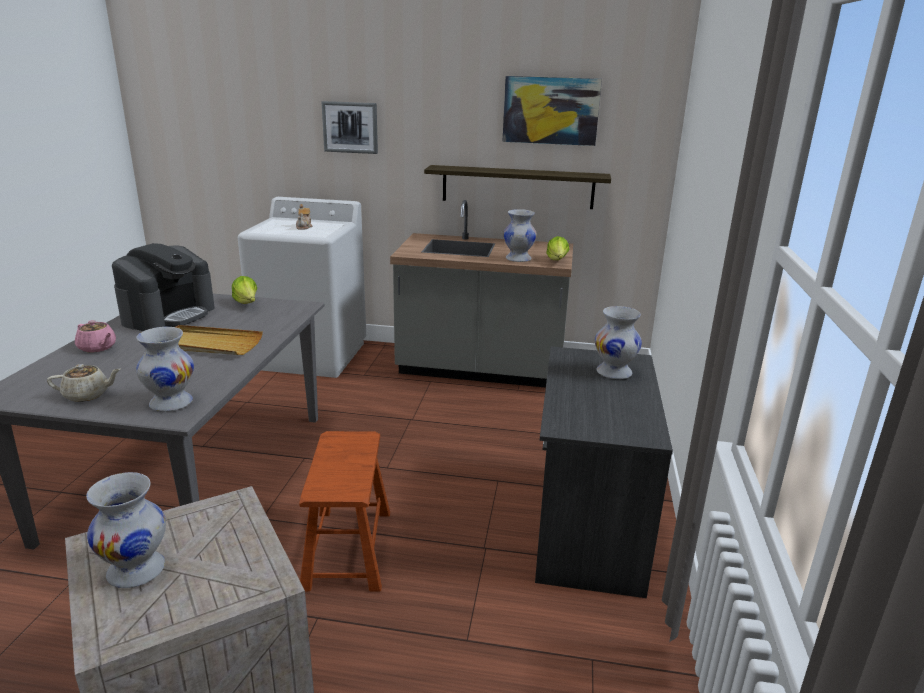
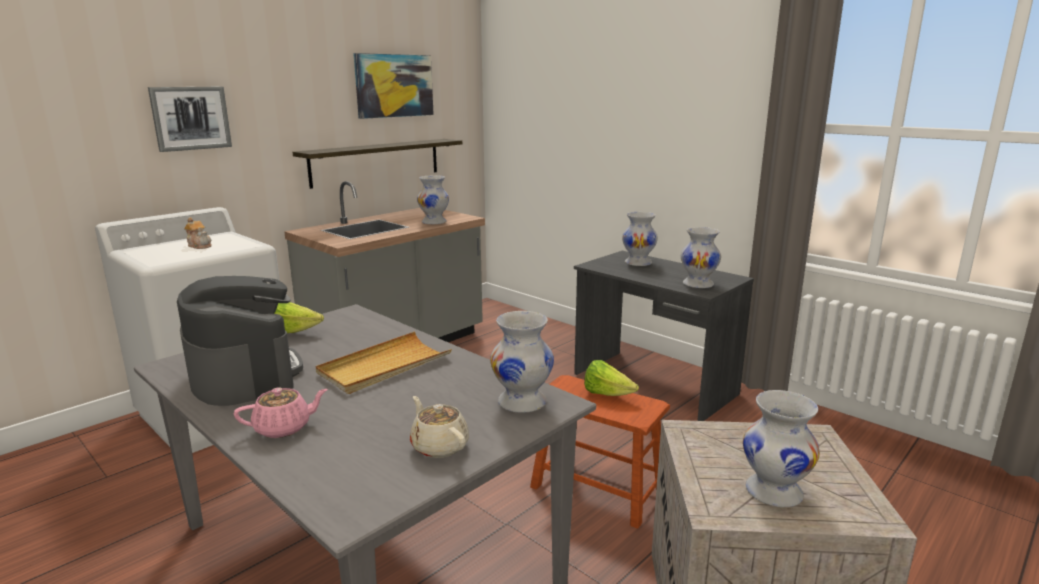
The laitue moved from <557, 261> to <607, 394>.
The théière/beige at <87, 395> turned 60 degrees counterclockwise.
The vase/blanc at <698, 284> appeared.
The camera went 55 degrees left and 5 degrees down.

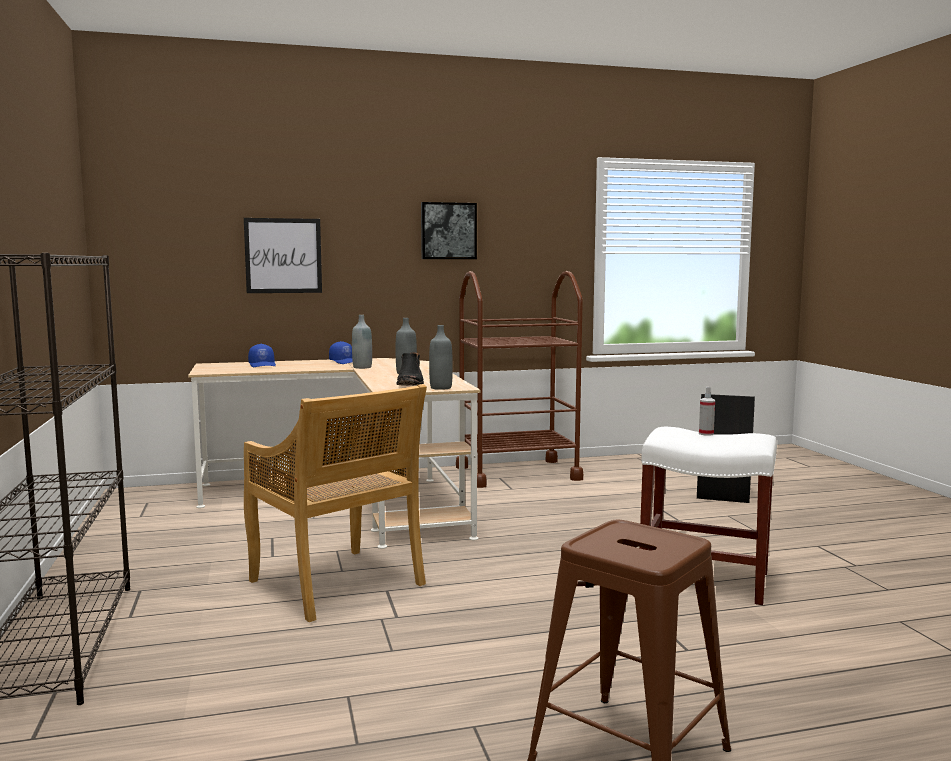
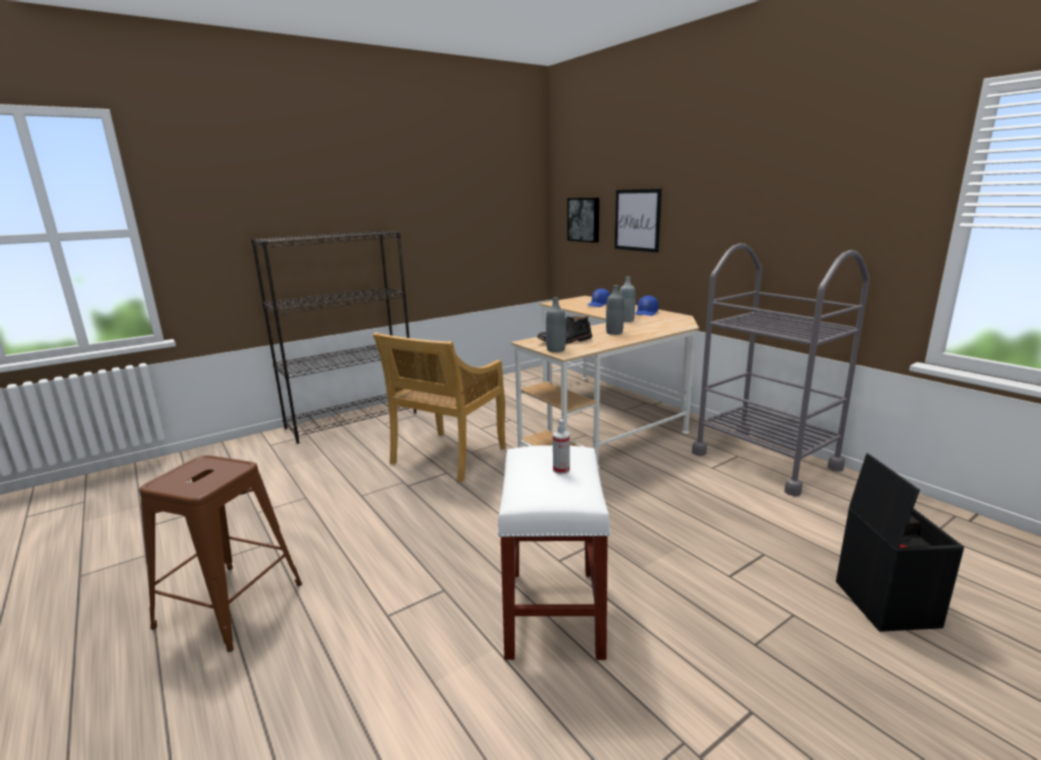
The tableau moved from <448, 231> to <584, 219>.
The chariot/marron at <517, 473> became the chariot/gris at <765, 460>.
The camera went 70 degrees right and 10 degrees up.

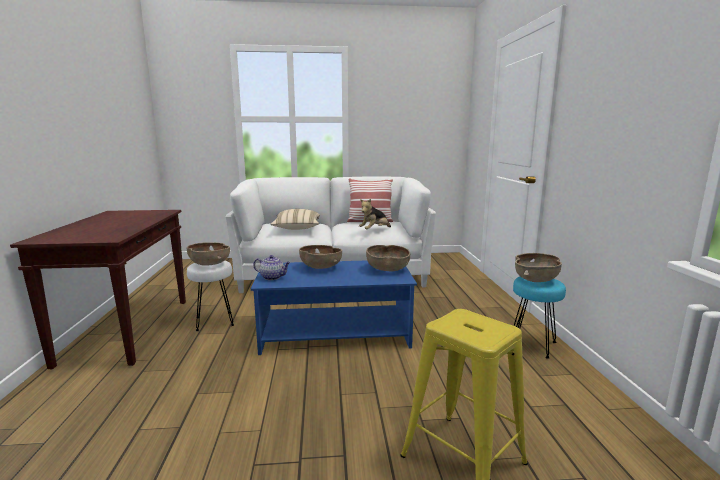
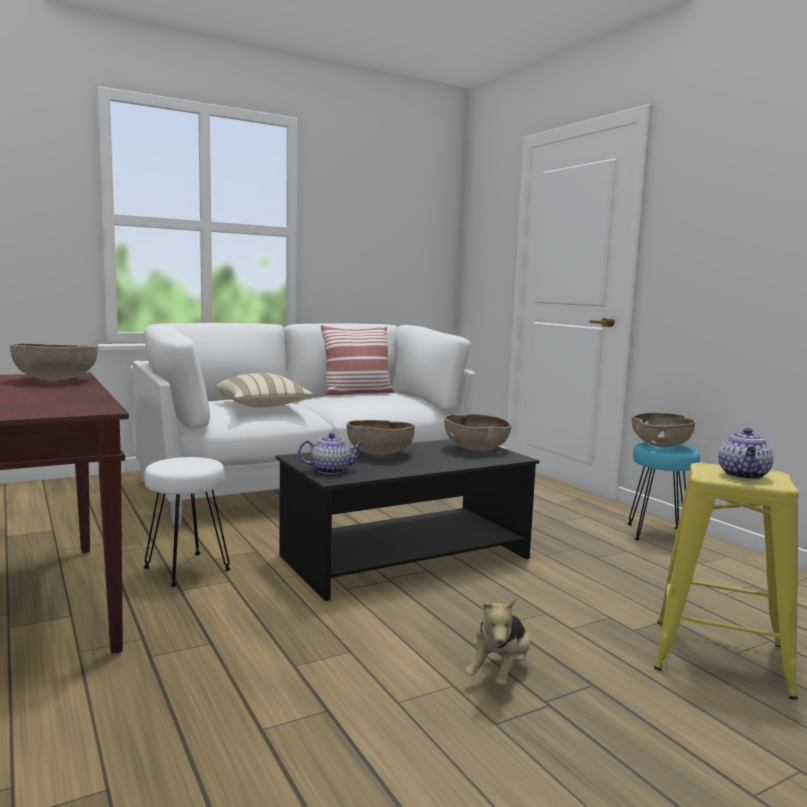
The peluche moved from <374, 230> to <500, 673>.
The bol/marron moved from <209, 264> to <55, 380>.
The table basse/bleu at <336, 333> became the table basse/noir at <407, 556>.
The théière at <744, 475> appeared.
The camera went 25 degrees left and 5 degrees down.

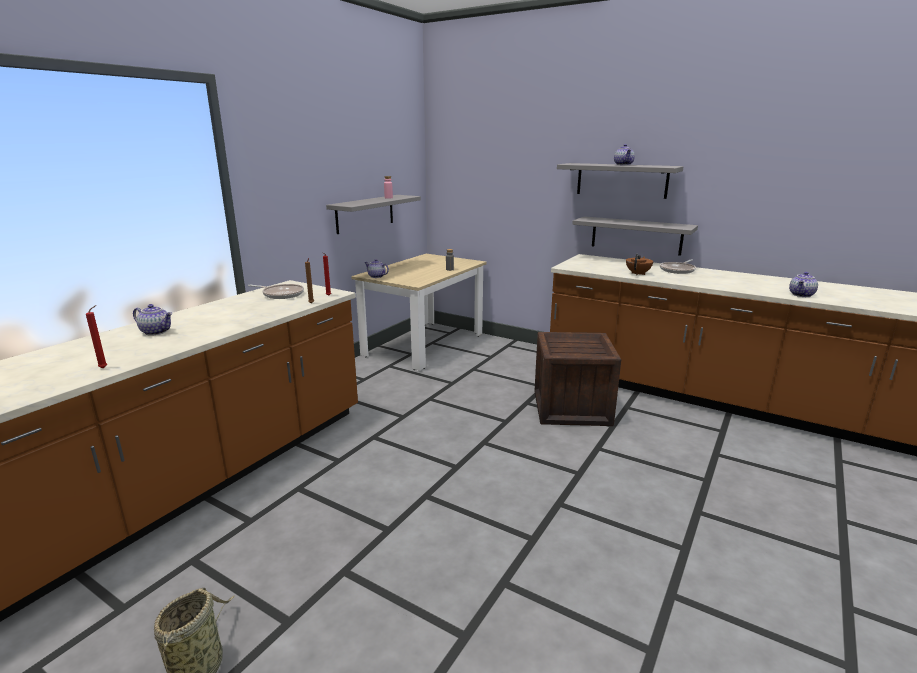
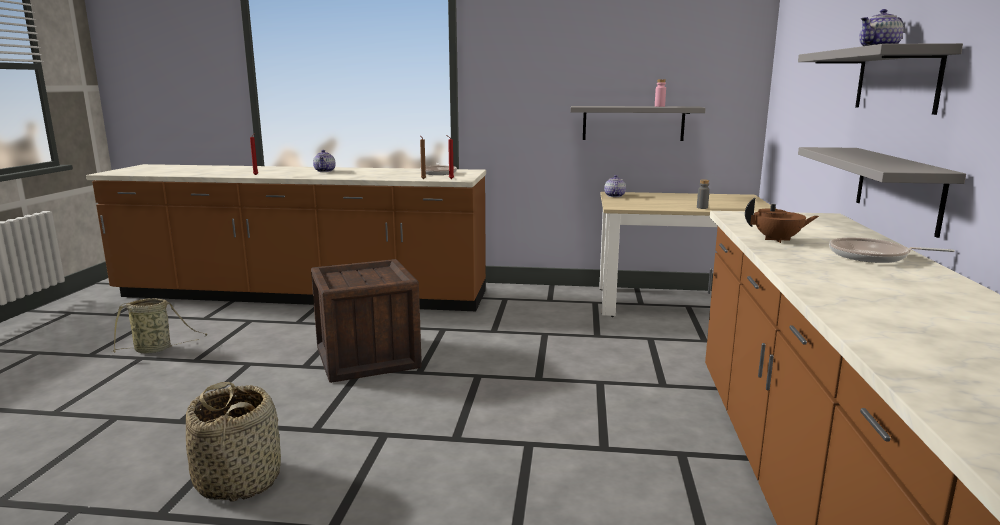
The théière at <802, 295> disappeared.
The caisse moved from <571, 408> to <367, 358>.
The panier at <239, 479> appeared.
The camera went 65 degrees right and 5 degrees down.

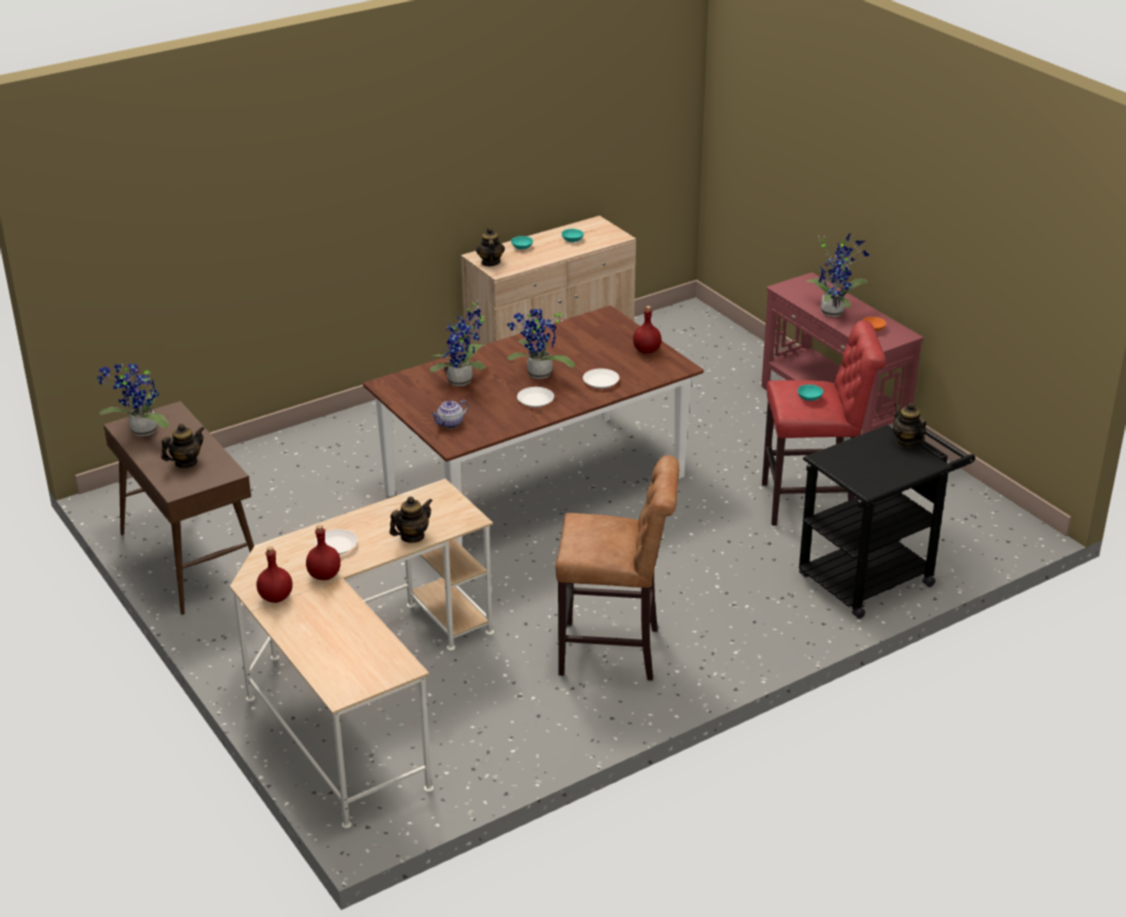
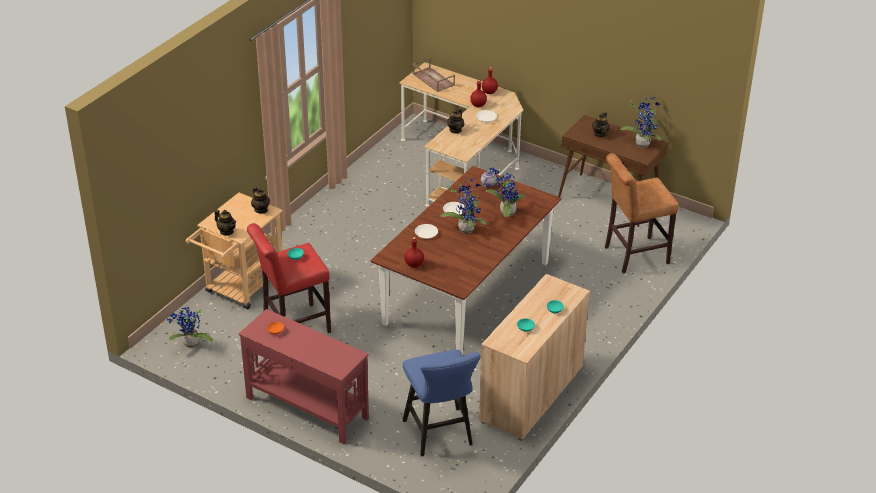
The théière moved from <490, 262> to <261, 209>.
The plante en pot moved from <834, 311> to <190, 344>.
The chariot/noir at <875, 575> became the chariot/beige at <241, 288>.
The tabouret/marron moved from <615, 652> to <633, 256>.
The plateau/marron at <432, 79> appeared.
The tabouret/bleu at <440, 436> appeared.
The camera went 155 degrees right and 5 degrees up.

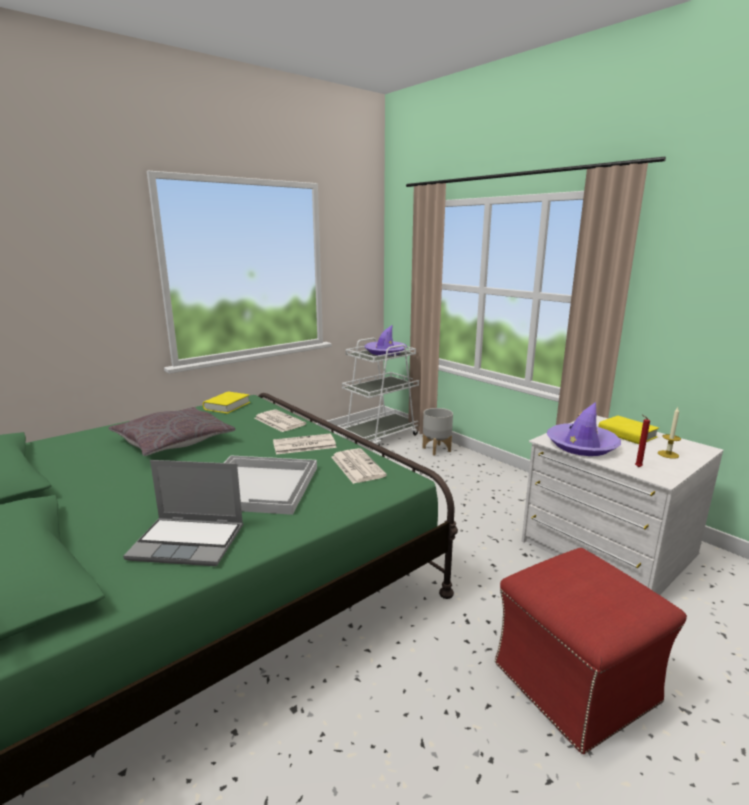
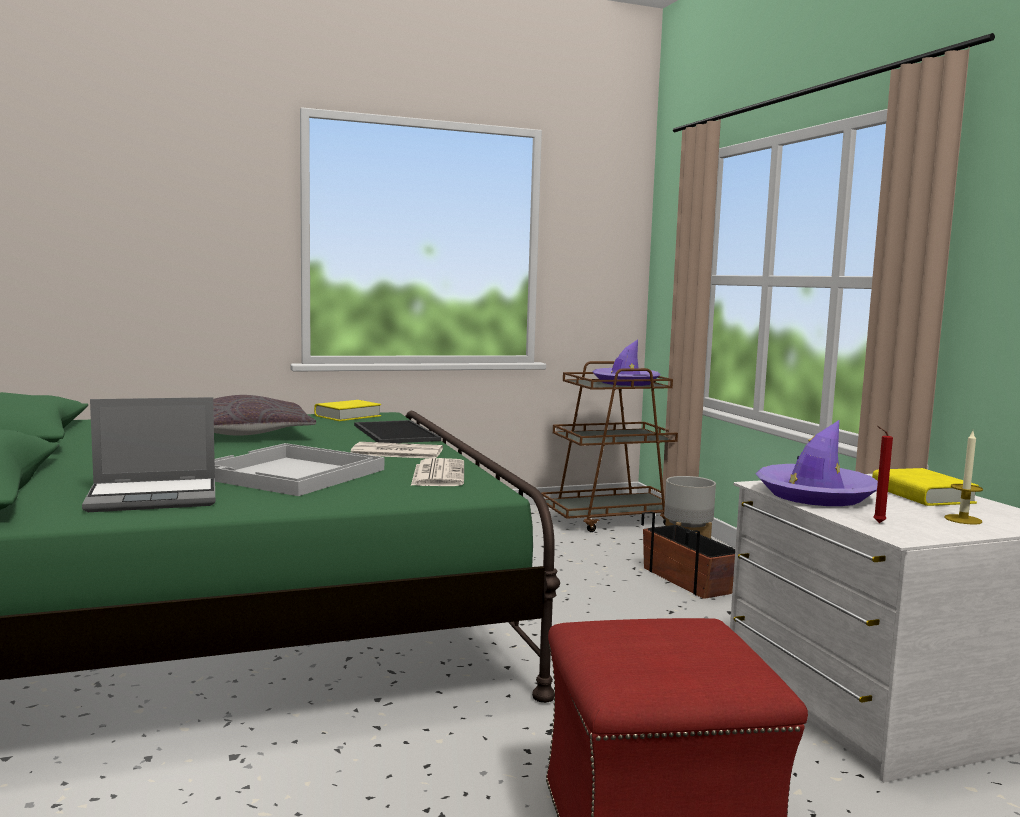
The chariot/blanc at <380, 435> became the chariot/marron at <610, 519>.
The journal at <278, 421> was replaced by the plateau at <394, 433>.
The ordinateur portable at <189, 542> turned 45 degrees counterclockwise.
The cache-pot at <688, 580> appeared.
The camera went 20 degrees right and 10 degrees down.

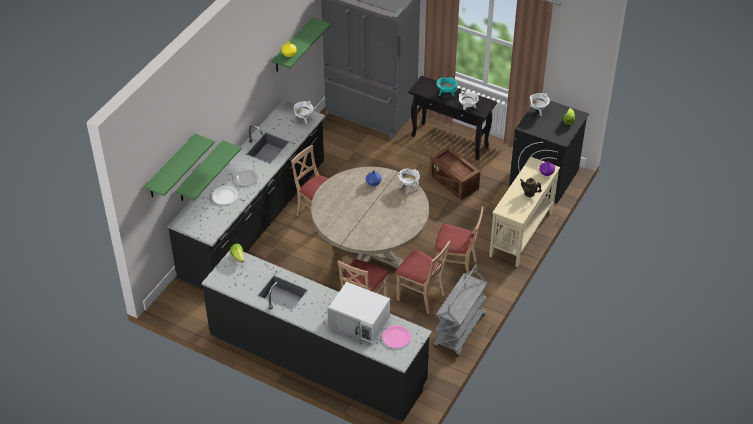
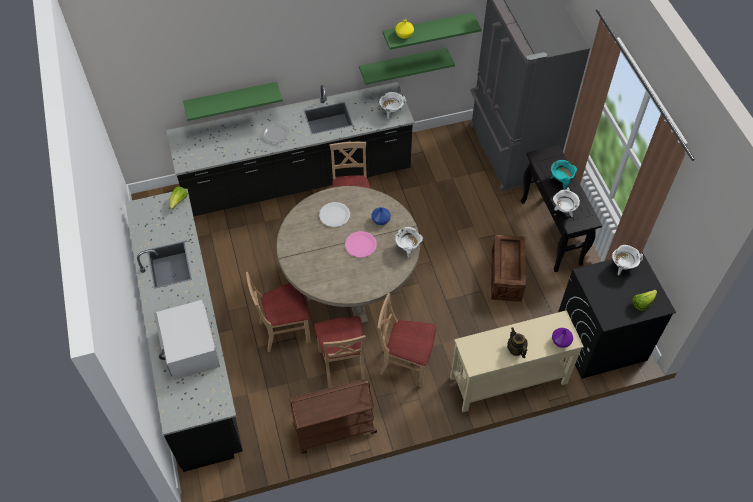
The étagère/vert moved from <171, 167> to <403, 65>.
The assiette/blanc moved from <224, 196> to <334, 215>.
The chaise/beige at <456, 268> turned 135 degrees clockwise.
The chariot/gris at <460, 331> became the chariot/marron at <334, 430>.
The assiette/rose moved from <396, 337> to <360, 245>.
The camera went 45 degrees right and 10 degrees up.

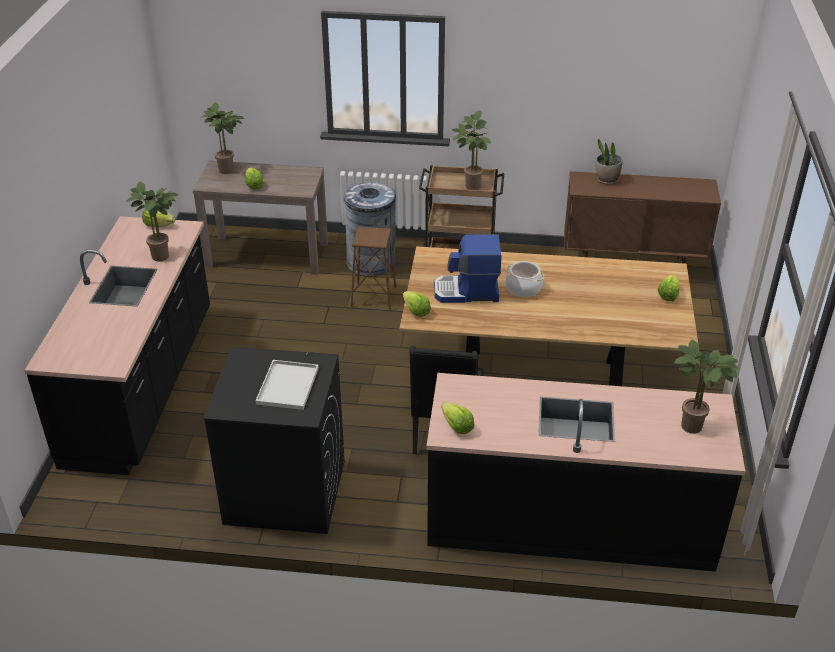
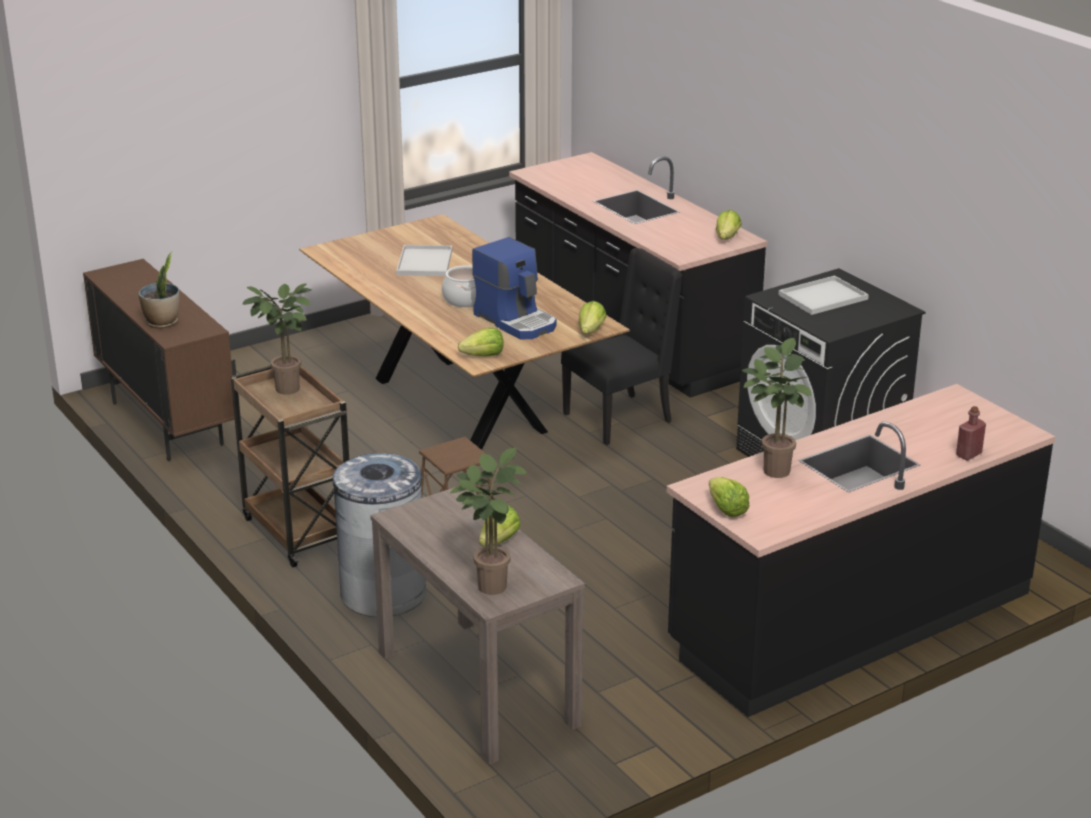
The laitue moved from <668, 295> to <483, 356>.
The plante en pot at <695, 427> disappeared.
The plateau/blanc at <425, 263> appeared.
The bouteille/rouge at <968, 455> appeared.
The camera went 130 degrees left and 10 degrees down.

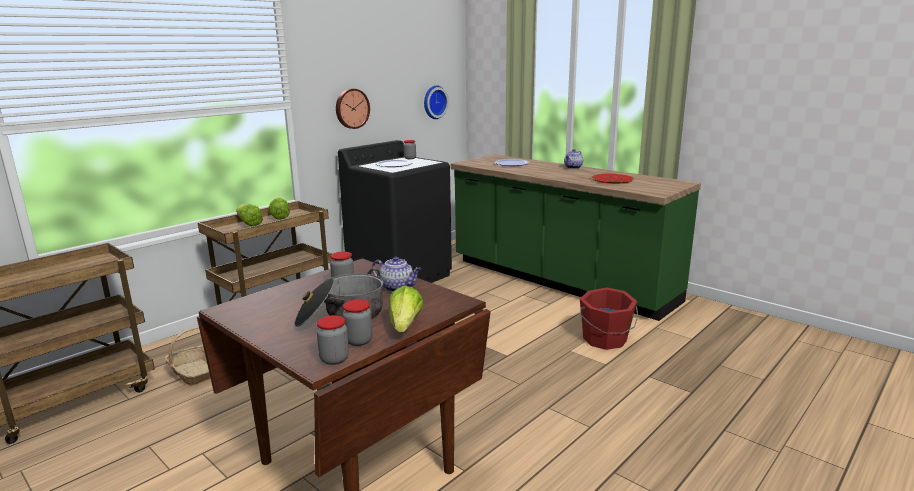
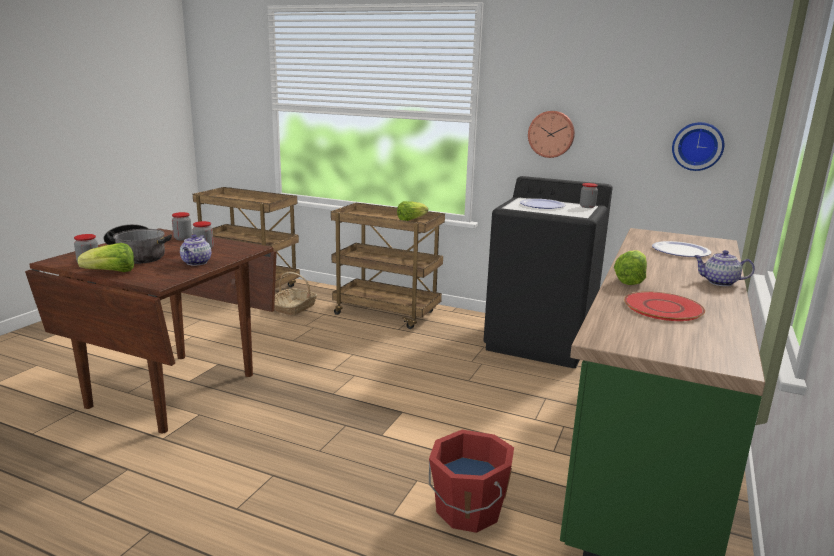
The laitue moved from <249, 224> to <630, 280>.
The bocal moved from <334, 359> to <183, 238>.
The camera went 70 degrees right and 0 degrees up.

